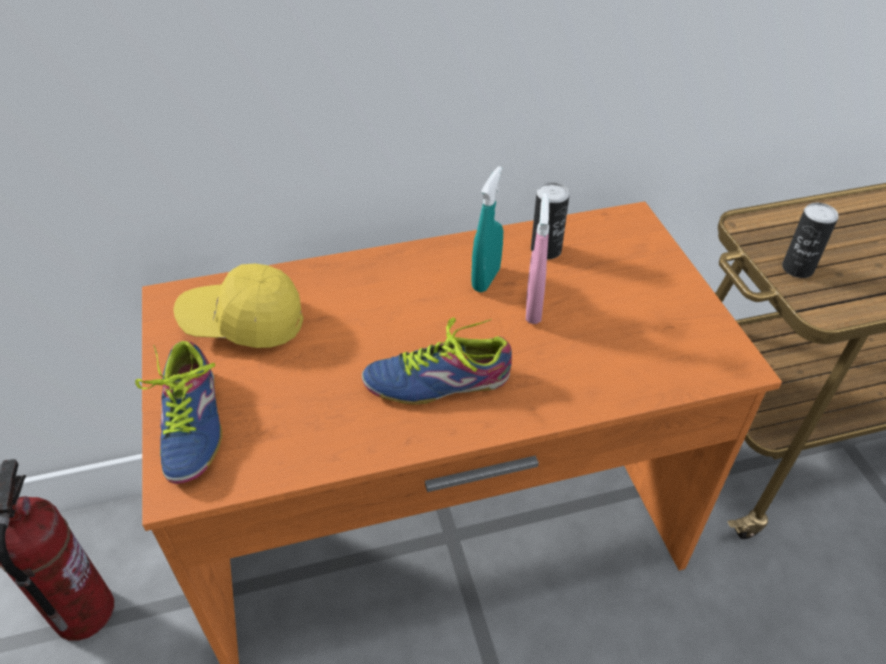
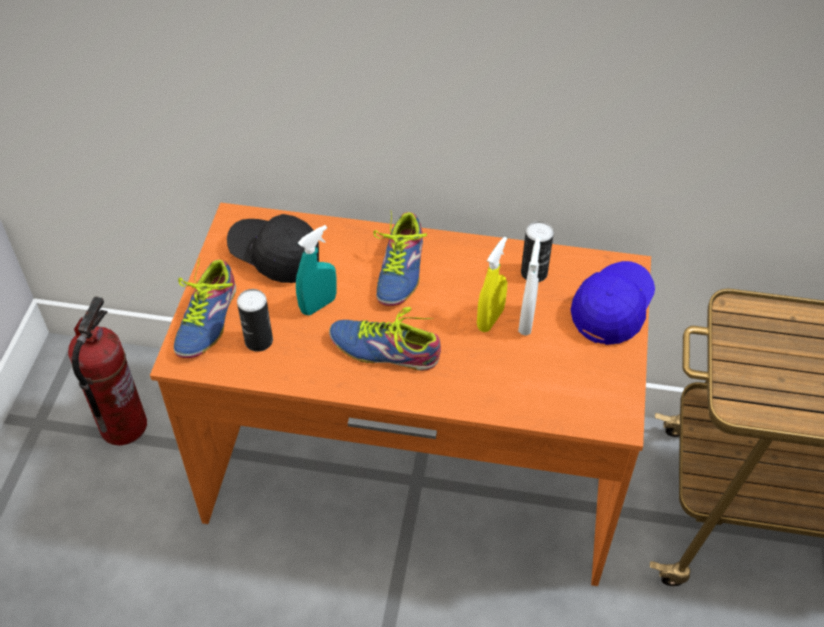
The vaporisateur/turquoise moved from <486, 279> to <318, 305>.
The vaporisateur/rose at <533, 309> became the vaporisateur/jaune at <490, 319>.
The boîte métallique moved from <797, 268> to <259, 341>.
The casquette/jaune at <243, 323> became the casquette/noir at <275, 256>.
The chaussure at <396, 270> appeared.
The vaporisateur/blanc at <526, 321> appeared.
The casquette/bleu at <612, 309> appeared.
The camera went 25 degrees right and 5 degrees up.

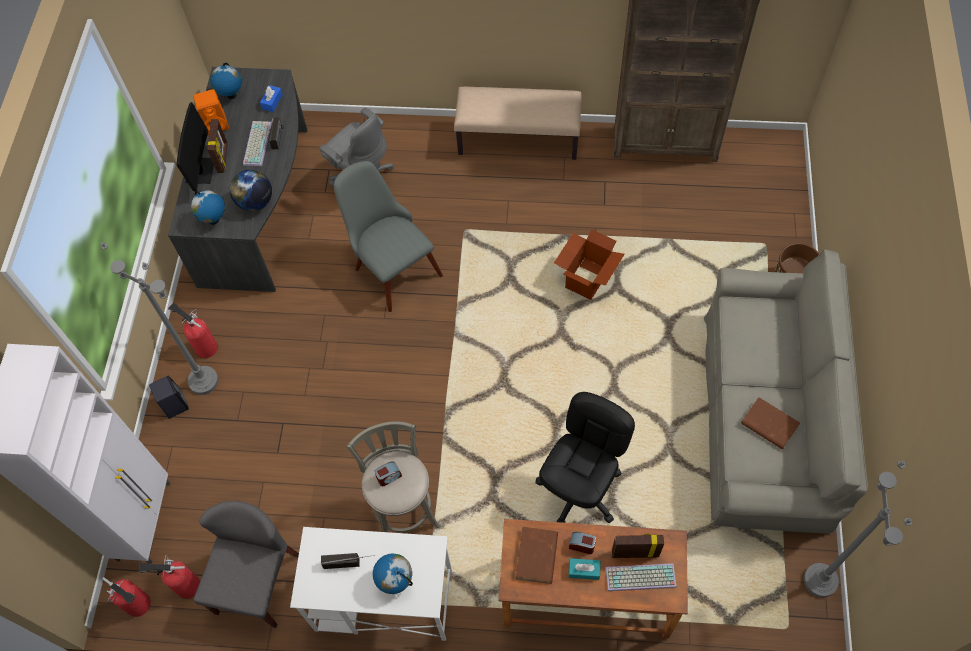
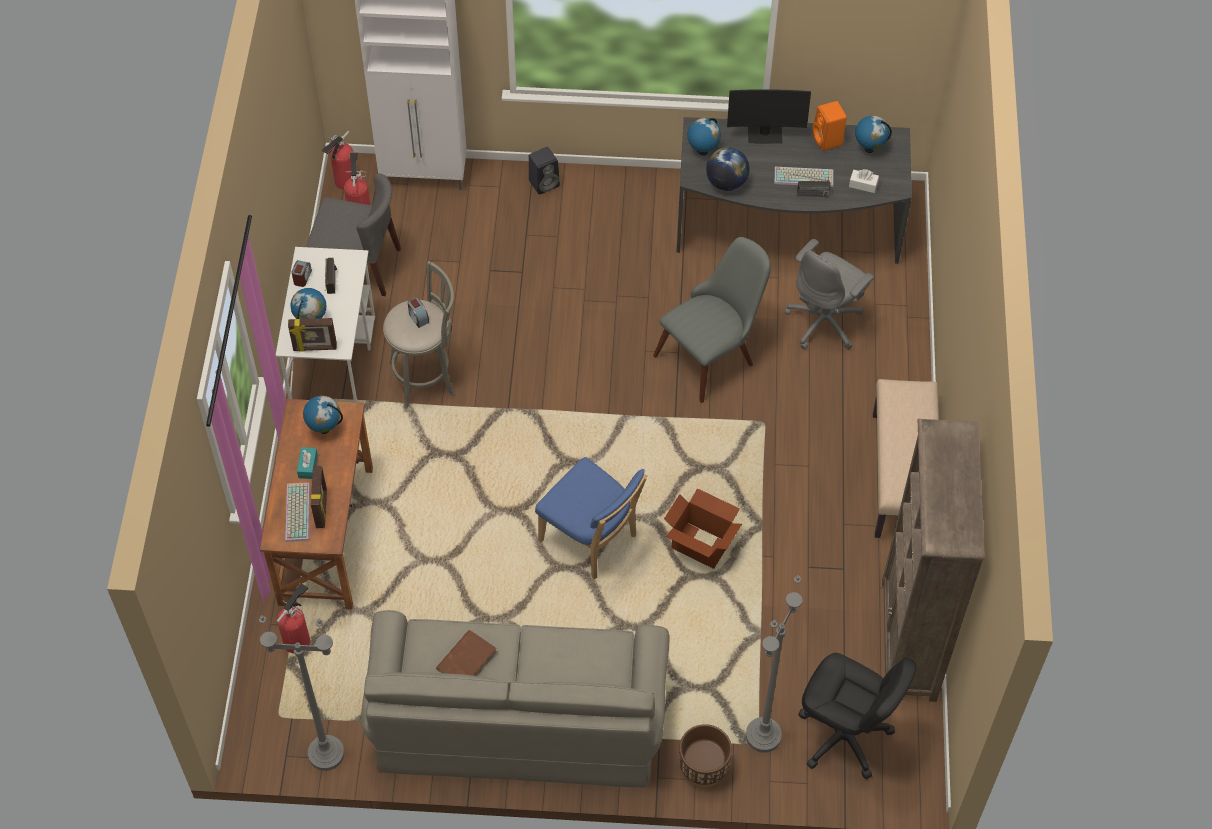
The boîte à mouchoirs/bleu at <272, 102> became the boîte à mouchoirs/blanc at <863, 185>.
The cadre photo moved from <223, 158> to <315, 348>.
The lampadaire/gris moved from <204, 381> to <763, 736>.
The extincteur moved from <204, 346> to <299, 639>.
The chaise de bureau/noir moved from <580, 490> to <844, 736>.
The livre/marron at <537, 556> was replaced by the globe at <324, 428>.
The réveil moved from <582, 545> to <302, 277>.
The chaise/bleu at <591, 540> appeared.
The camera went 85 degrees right and 5 degrees down.

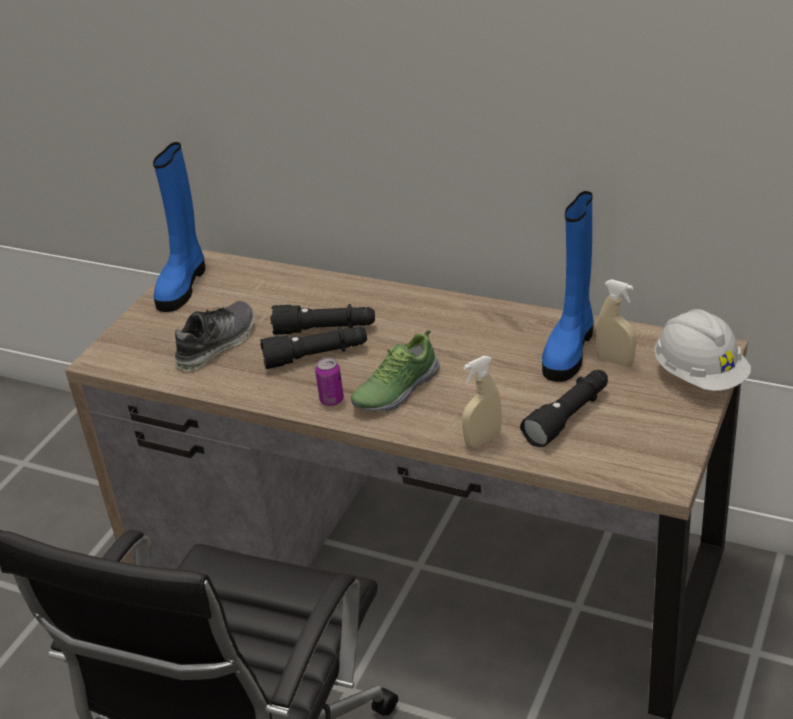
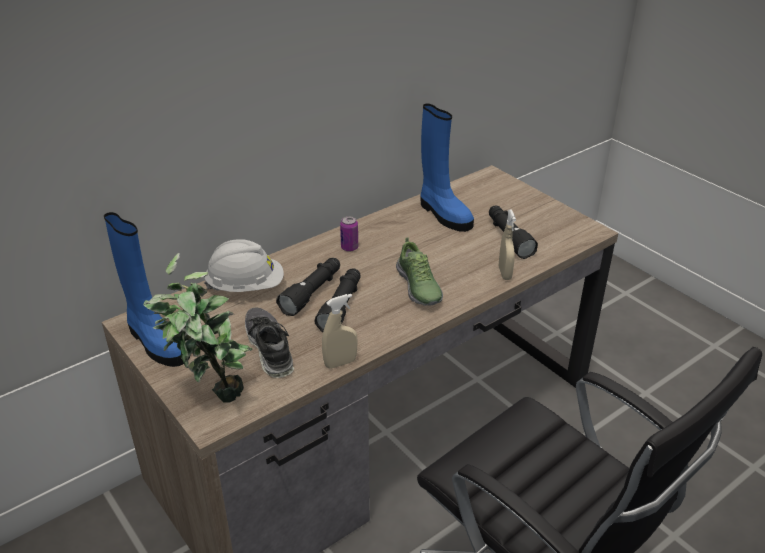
The vaporisateur/beige moved from <615, 361> to <340, 363>.
The casque de chantier/blanc moved from <699, 376> to <246, 287>.
The boîte métallique moved from <331, 400> to <349, 248>.
The plante en pot at <211, 395> appeared.
The camera went 65 degrees left and 0 degrees up.

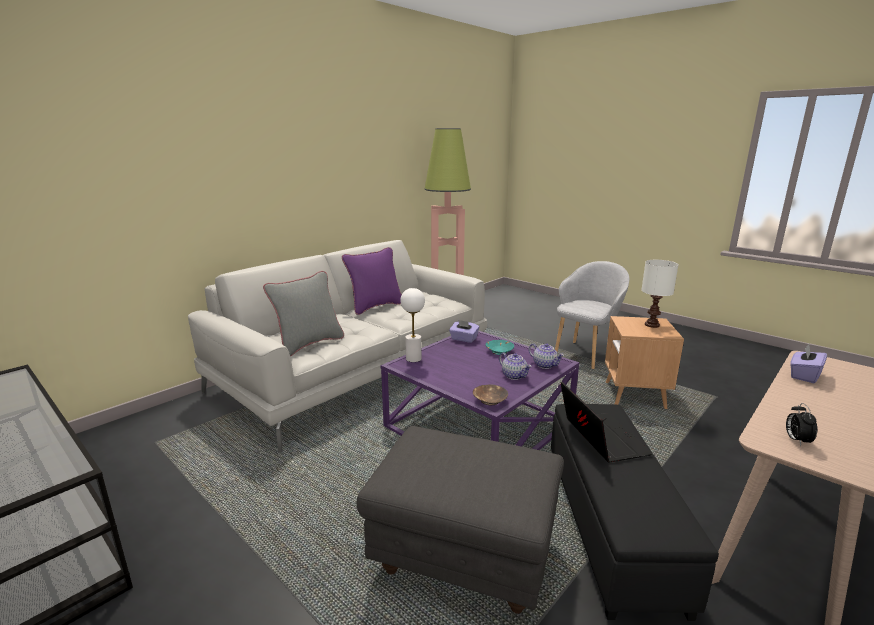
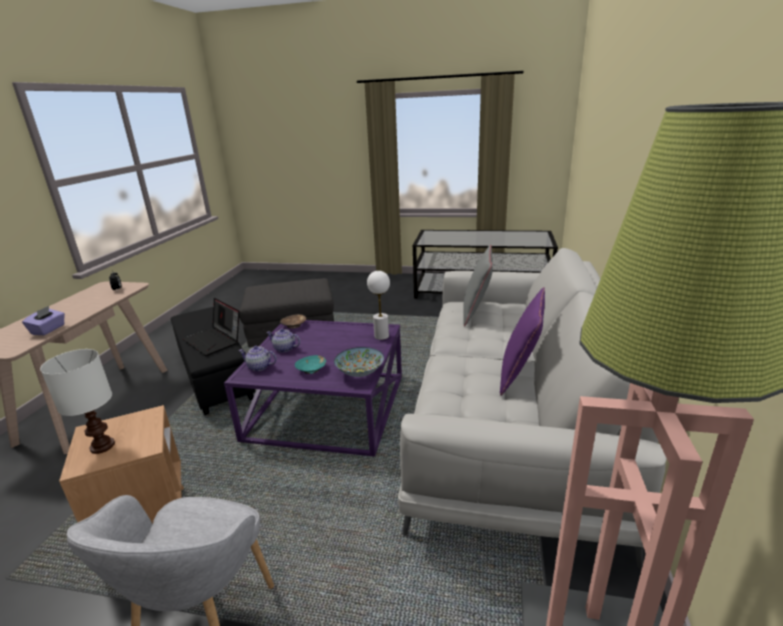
The boîte à mouchoirs/violet at <463, 339> was replaced by the bol at <359, 372>.
The camera went 150 degrees right and 5 degrees up.

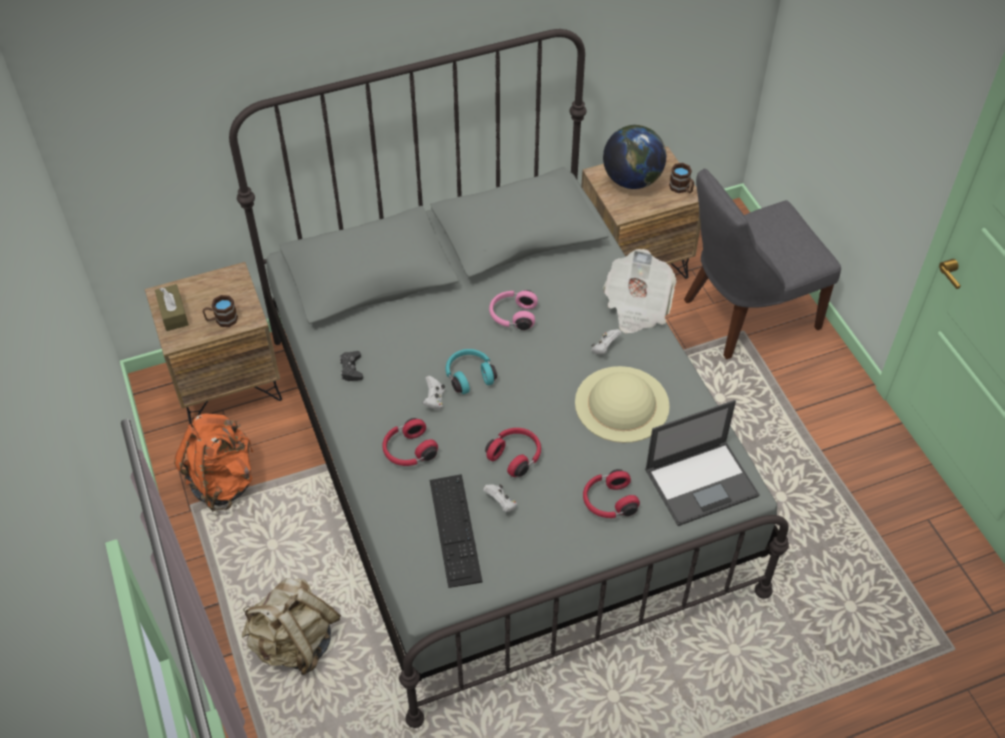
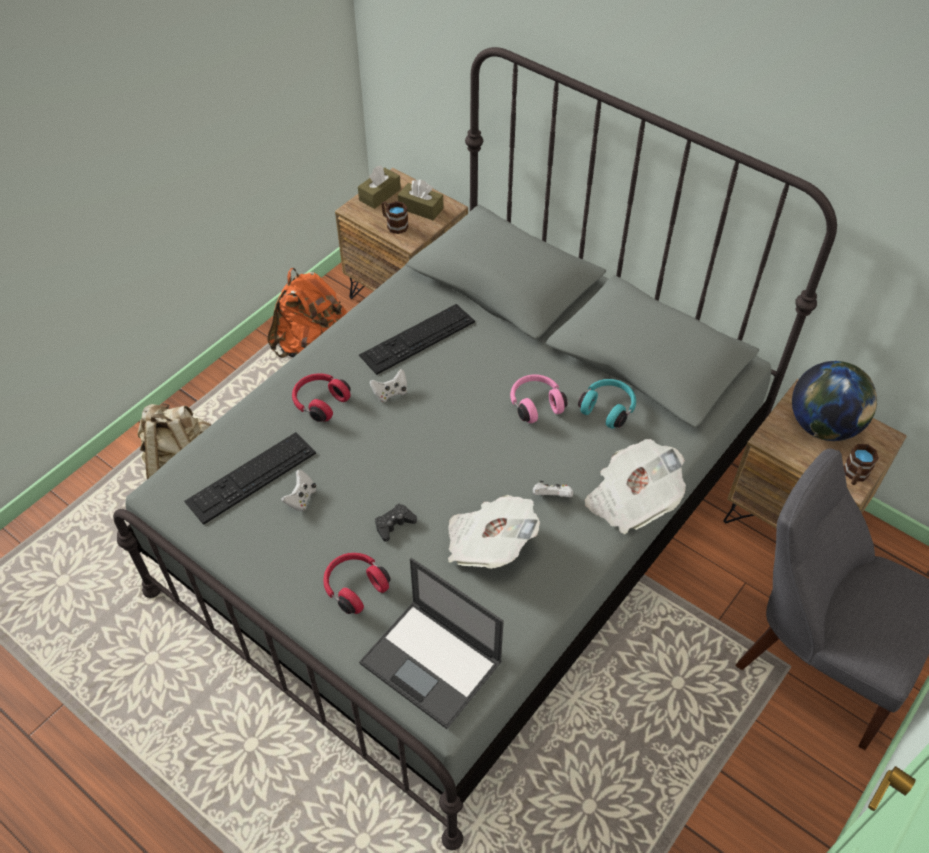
The casque audio/turquoise moved from <469, 376> to <608, 408>.
The manette/noir moved from <351, 369> to <394, 524>.
The chapeau/beige at <622, 404> was replaced by the journal at <488, 544>.
The casque audio/rouge at <515, 456> disappeared.
The boîte à mouchoirs/marron at <421, 208> appeared.
The clavier at <417, 338> appeared.
The camera went 60 degrees right and 0 degrees up.

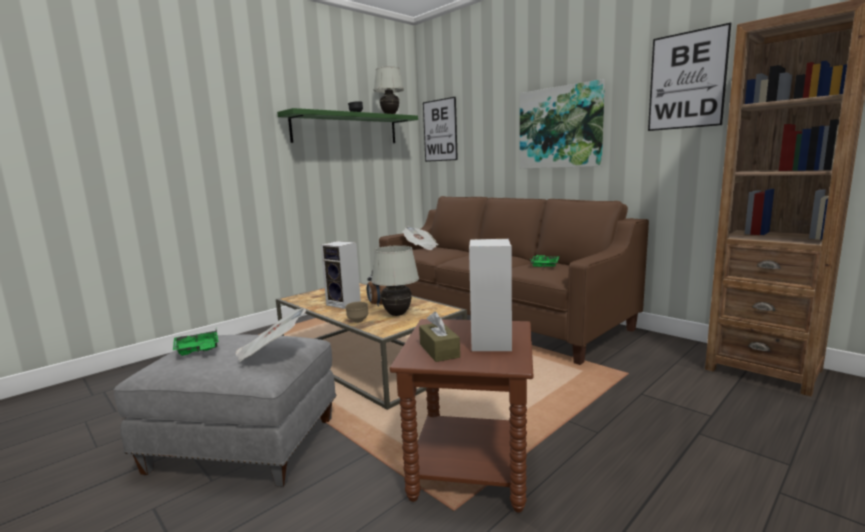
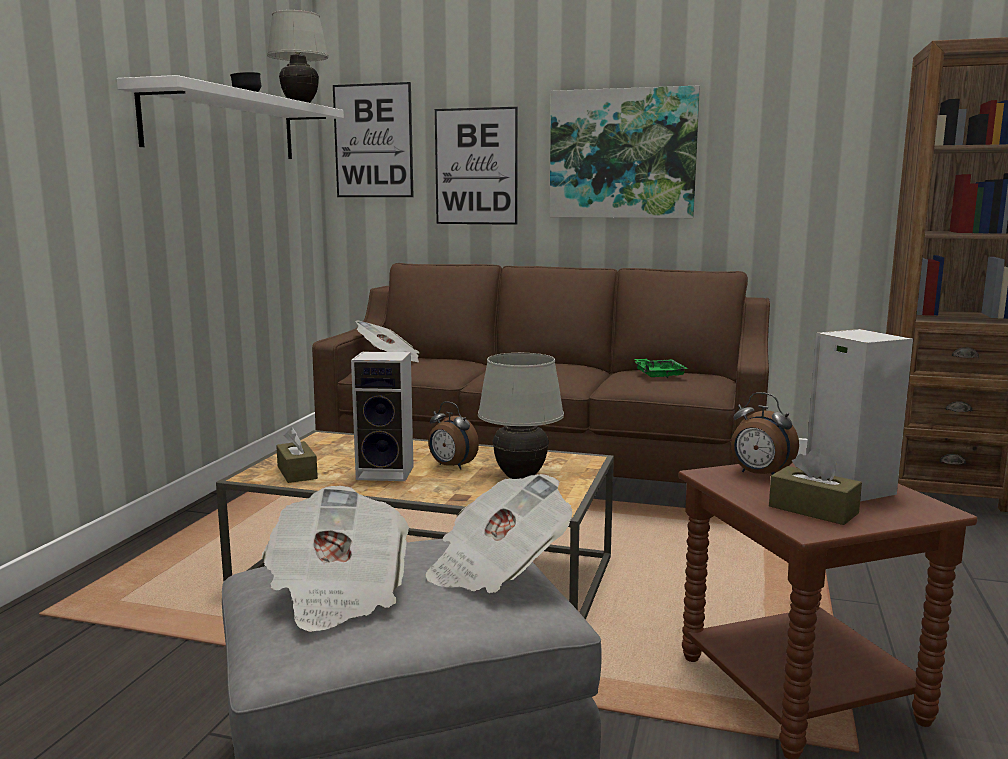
The tableau moved from <687, 80> to <476, 166>.
The étagère/vert at <346, 129> became the étagère/blanc at <223, 125>.
The bol/marron at <358, 321> disappeared.
The plateau/vert at <198, 350> was replaced by the journal at <337, 593>.
The réveil at <759, 475> appeared.
The boîte à mouchoirs/marron at <297, 472> appeared.
The camera went 30 degrees left and 0 degrees up.

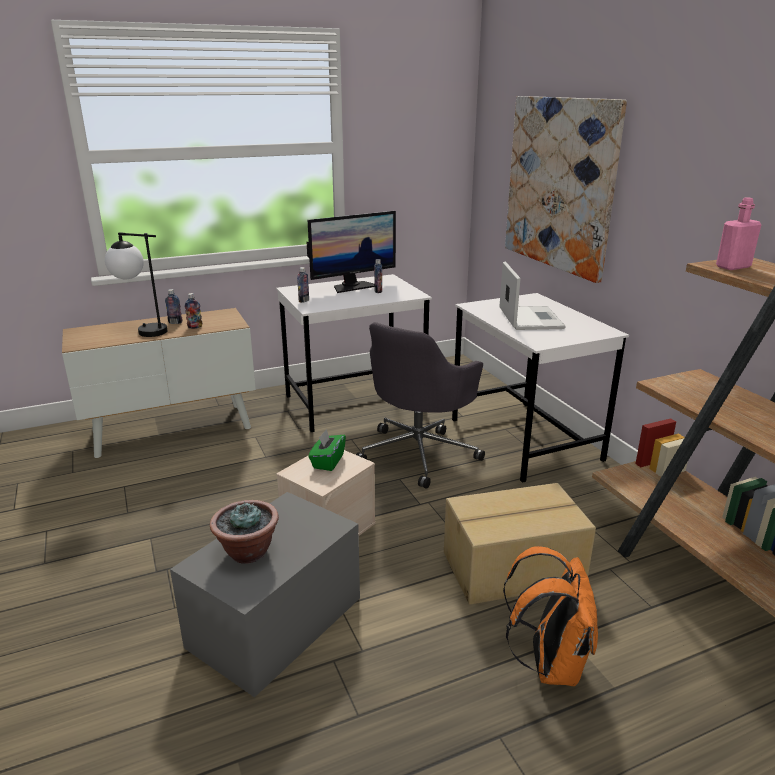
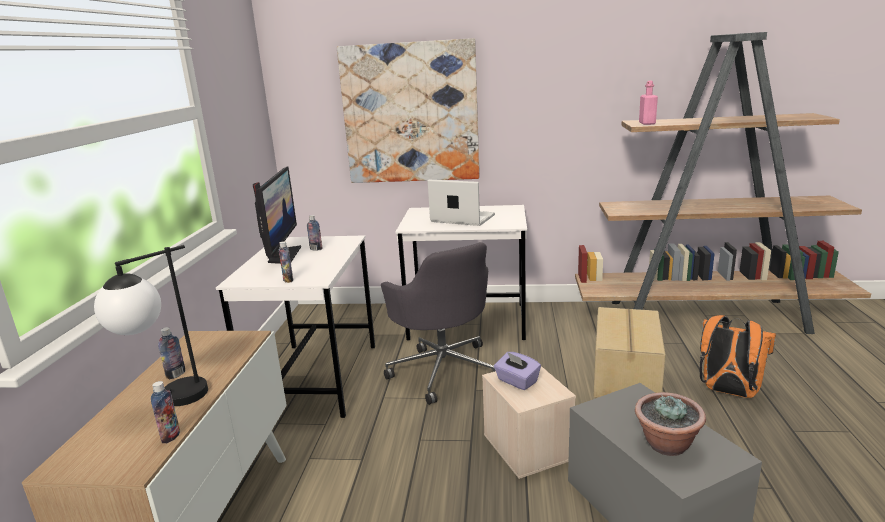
The bouteille moved from <195, 327> to <171, 436>.
The boîte à mouchoirs/vert at <327, 461> became the boîte à mouchoirs/violet at <517, 381>.
The camera went 60 degrees left and 5 degrees down.

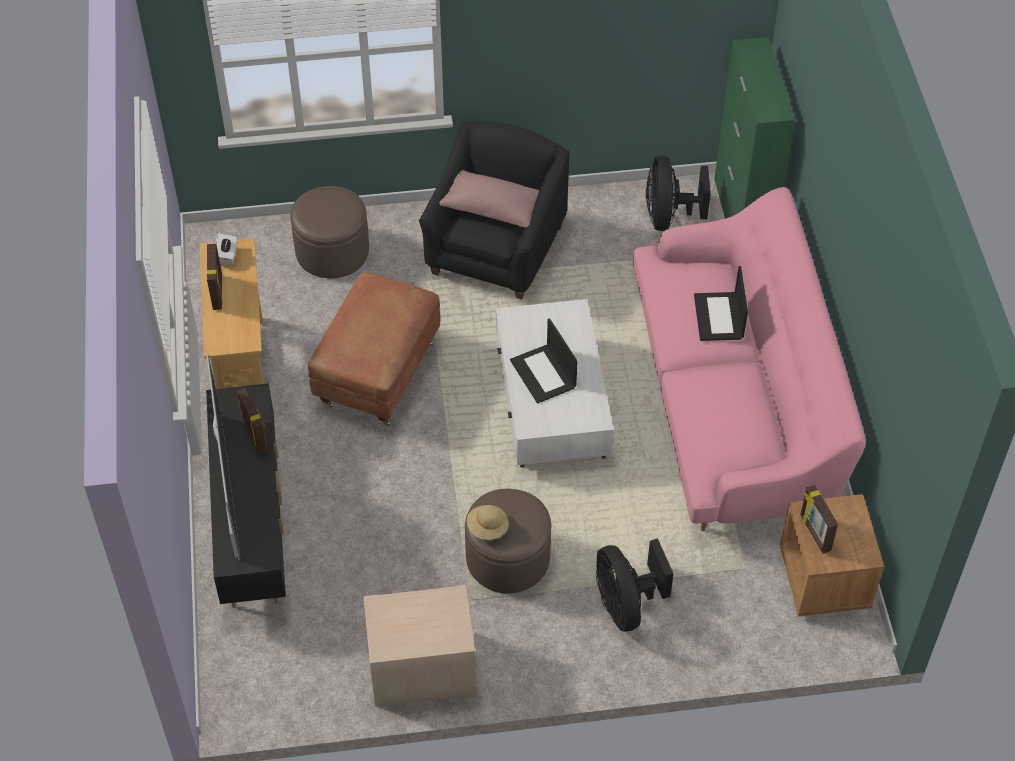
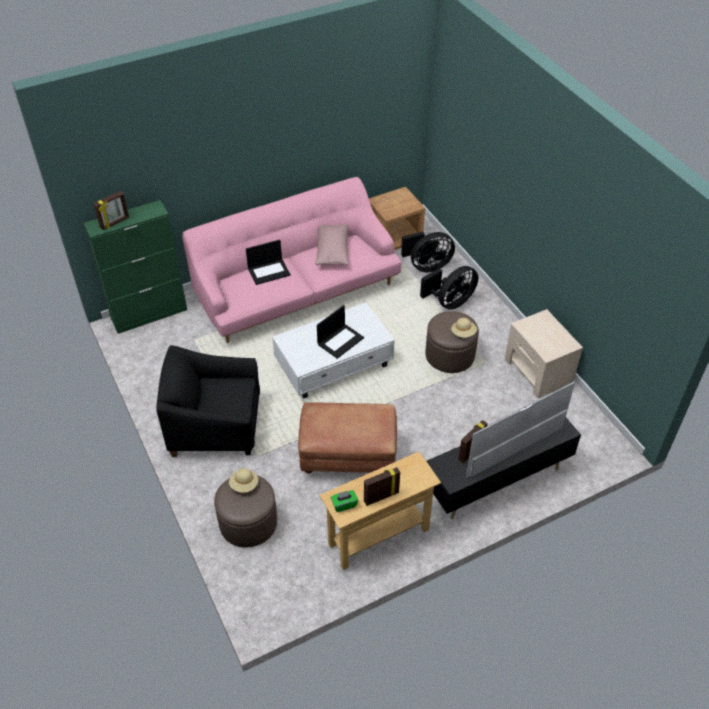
The ventilateur/noir moved from <668, 216> to <427, 266>.
The coussin/rose moved from <493, 208> to <332, 251>.
The boîte à mouchoirs/blanc at <227, 256> became the boîte à mouchoirs/vert at <344, 504>.
The cadre photo moved from <814, 533> to <115, 223>.
The chapeau/beige at <244, 485> appeared.
The camera went 110 degrees left and 5 degrees down.

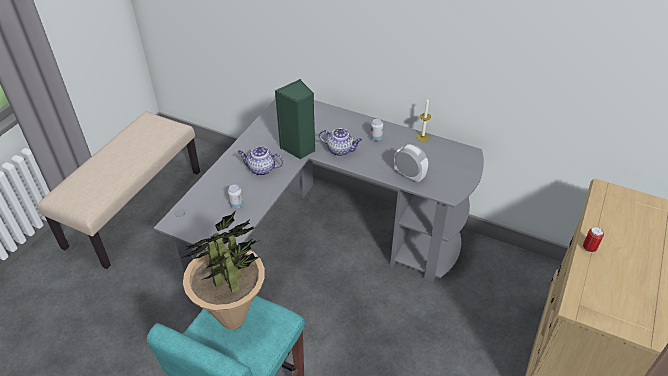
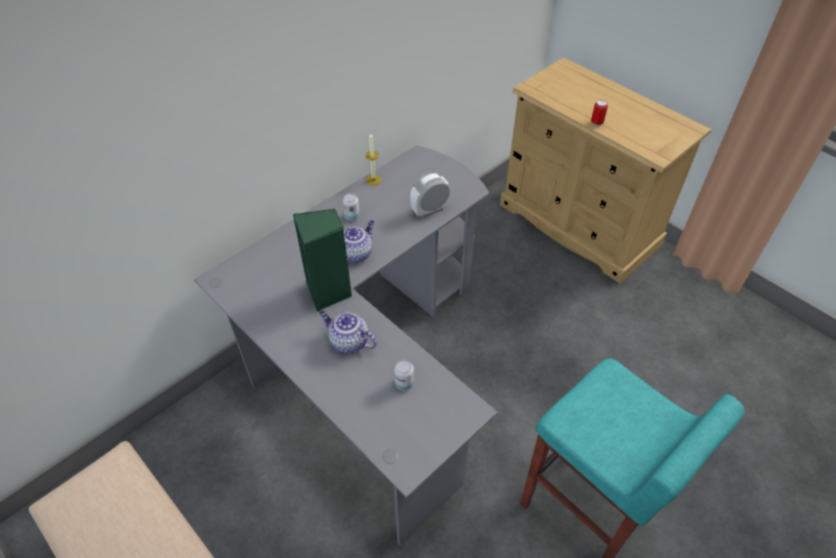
The théière at <261, 169> turned 90 degrees clockwise.
The plante en pot at <233, 318> disappeared.
The camera went 70 degrees left and 5 degrees up.

